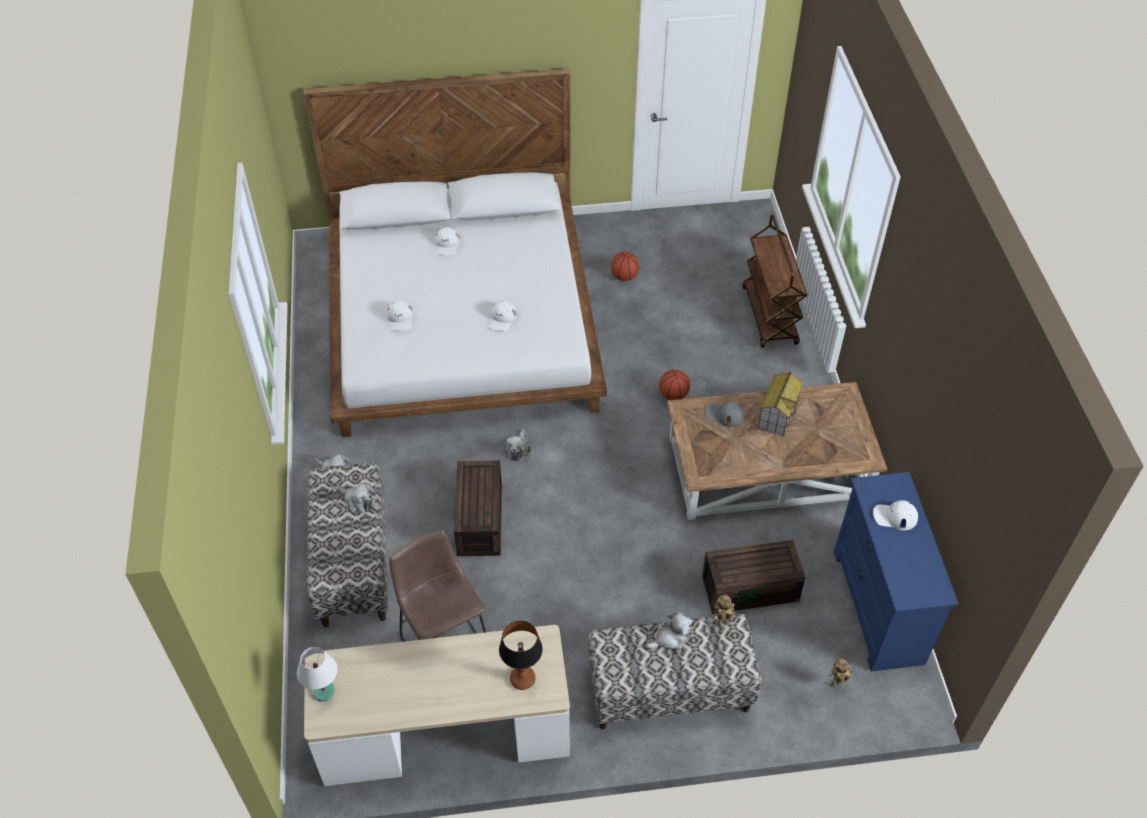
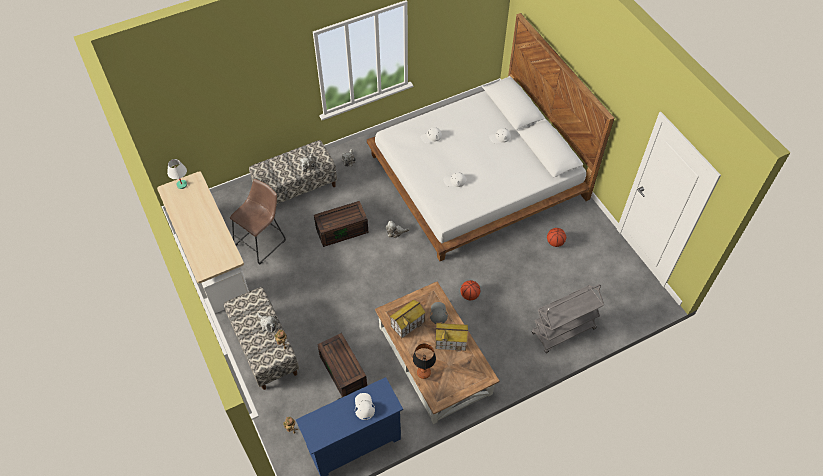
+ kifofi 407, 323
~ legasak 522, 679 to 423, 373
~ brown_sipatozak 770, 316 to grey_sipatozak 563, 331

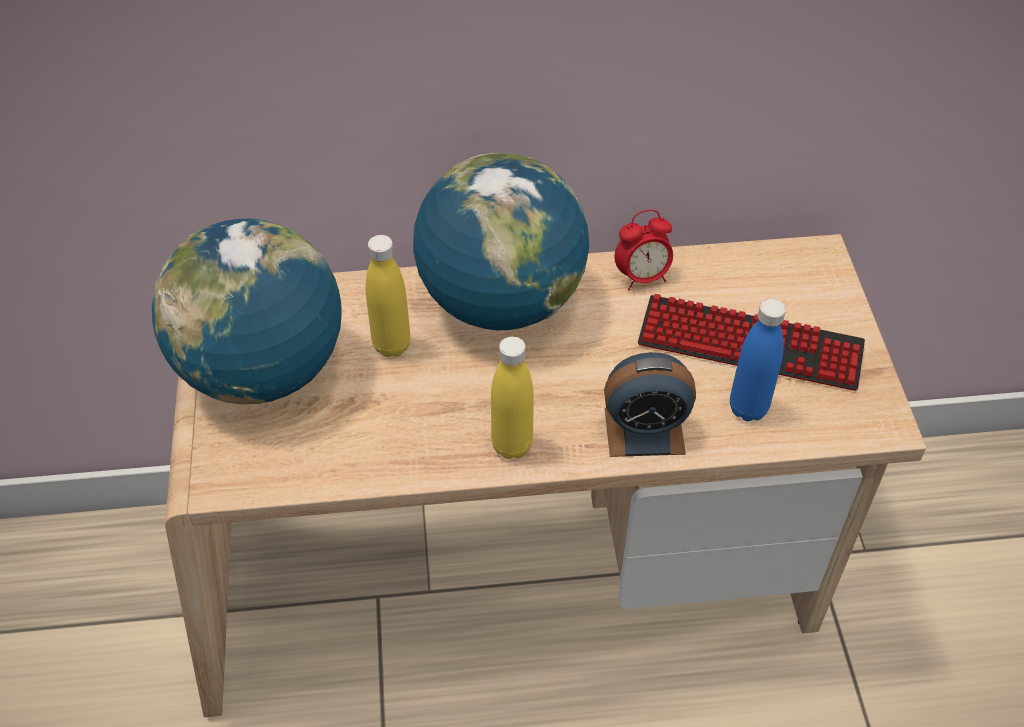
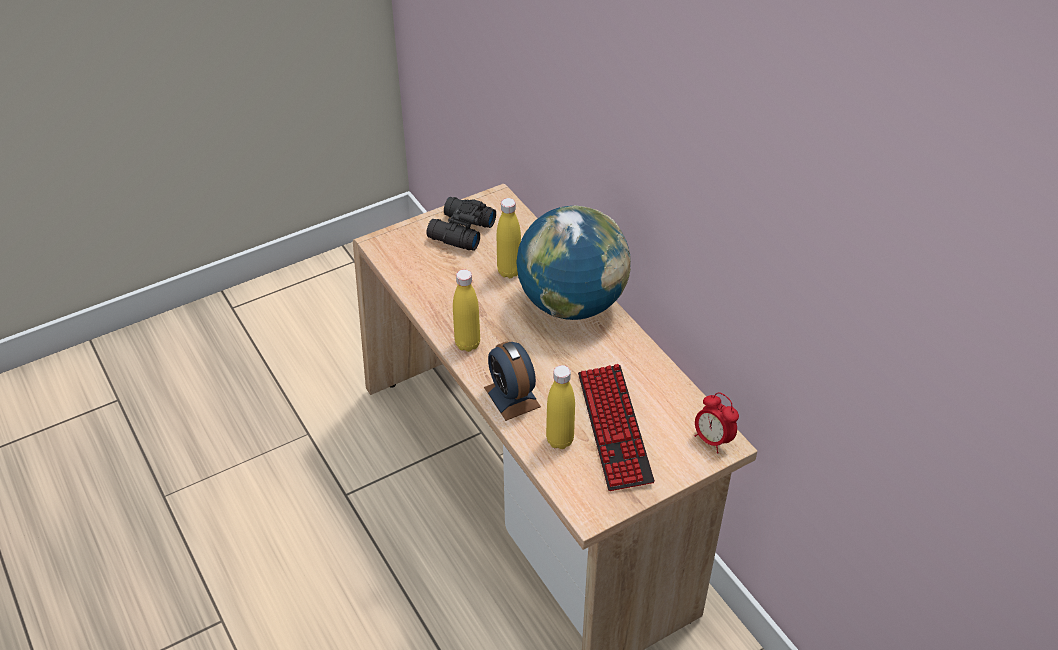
~ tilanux 642, 277 to 712, 440
~ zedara 263, 371 to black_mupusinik 460, 231
~ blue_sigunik 748, 408 to yellow_sigunik 559, 440

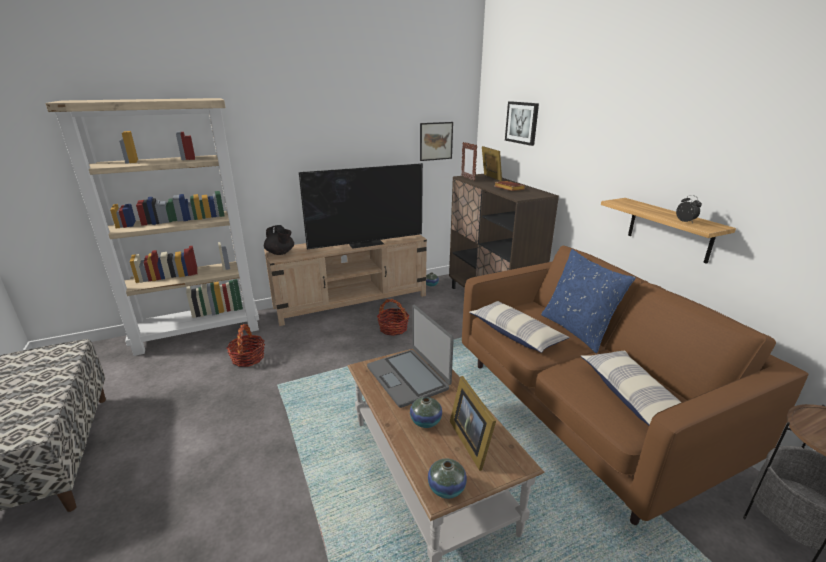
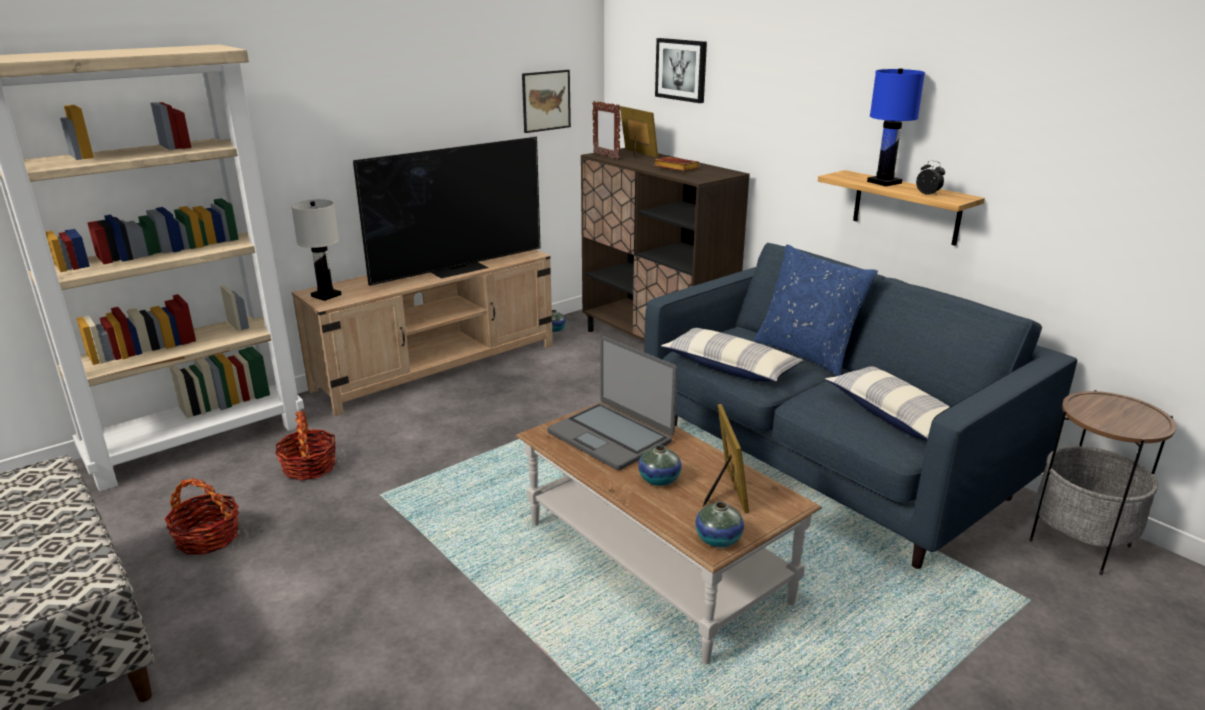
+ blue_legasak 884, 182
~ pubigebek 393, 329 to 207, 538
~ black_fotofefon 280, 253 to white_legasak 326, 295
~ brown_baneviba 583, 410 to blue_baneviba 824, 461
~ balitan 471, 440 = 725, 490 150 degrees counterclockwise

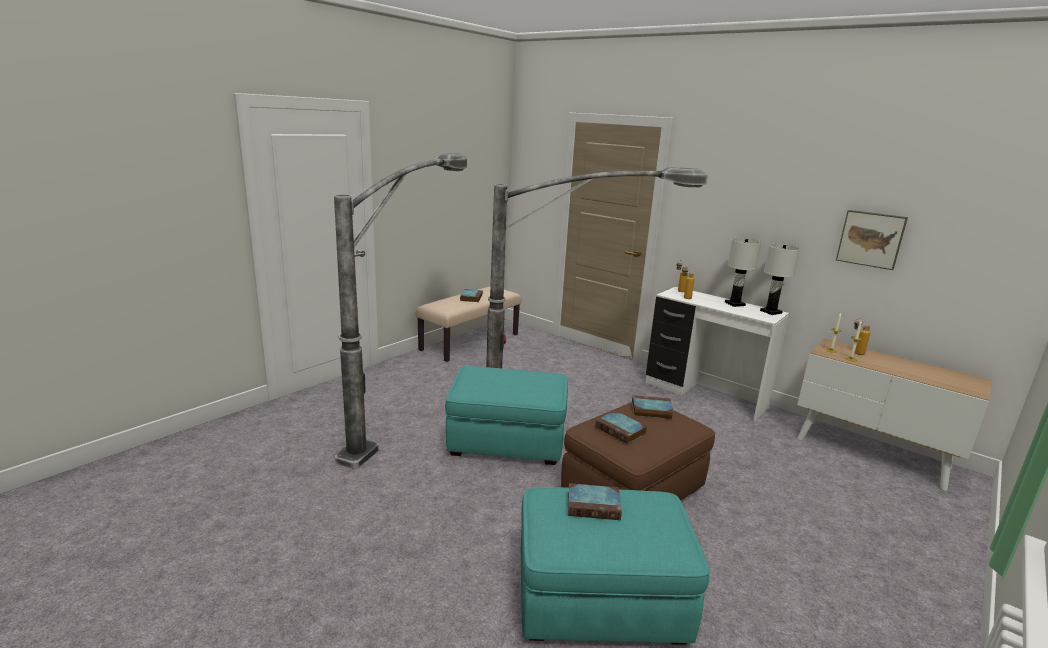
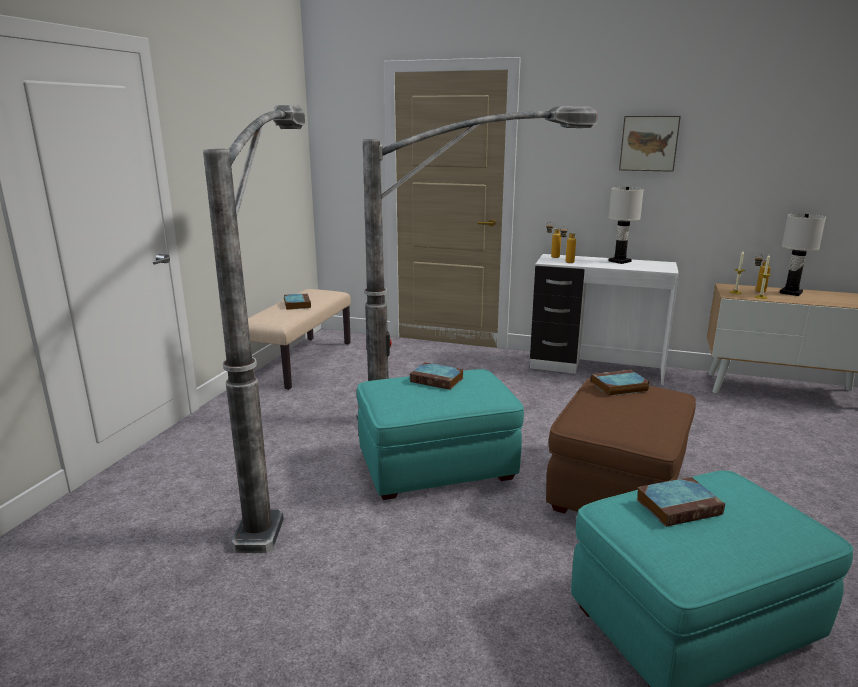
~ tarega 621, 431 to 438, 380
~ white_legasak 771, 312 to 791, 293
~ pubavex 871, 239 to 649, 143

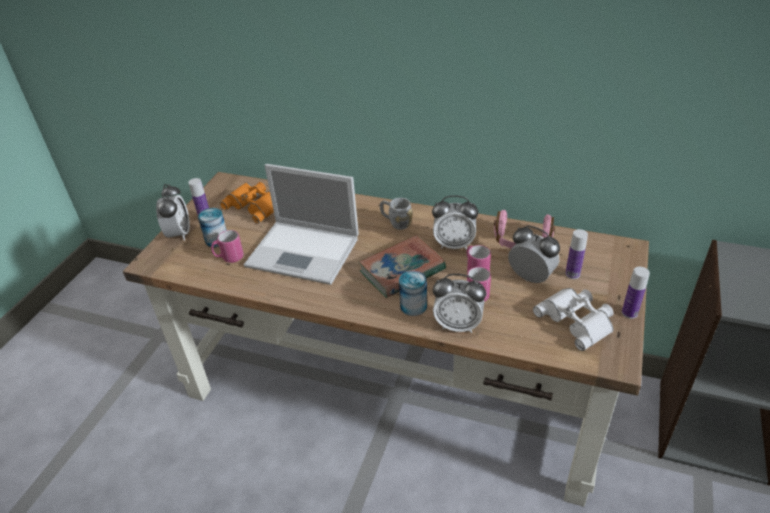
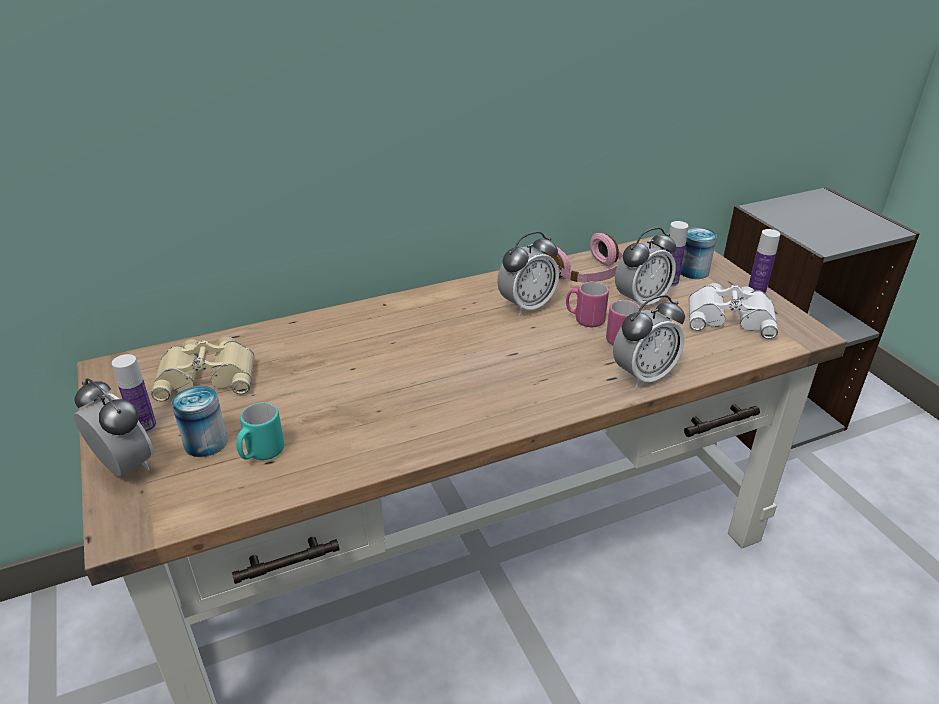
- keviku 305, 252
- tarega 402, 270
- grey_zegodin 396, 222
~ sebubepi 413, 306 to 693, 271
~ pink_zegodin 229, 258 to turquoise_zegodin 261, 454
~ orange_mupusinik 256, 205 to beige_mupusinik 208, 374
~ tilanux 530, 277 = 641, 301 150 degrees clockwise

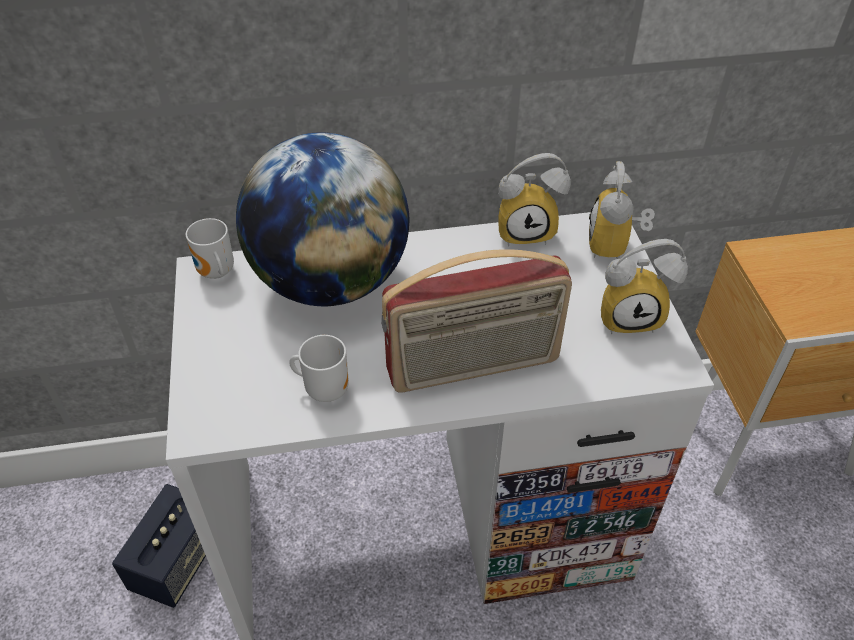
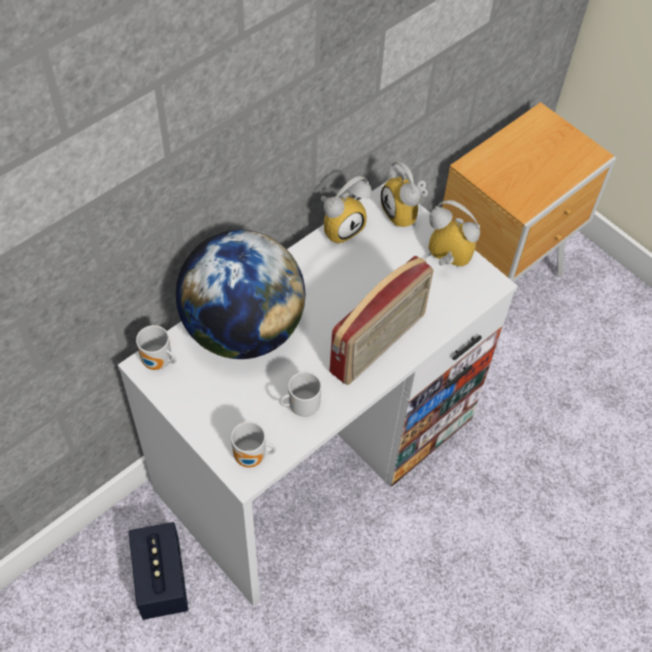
+ zegodin 252, 458
~ tilanux 630, 315 = 445, 261 120 degrees counterclockwise

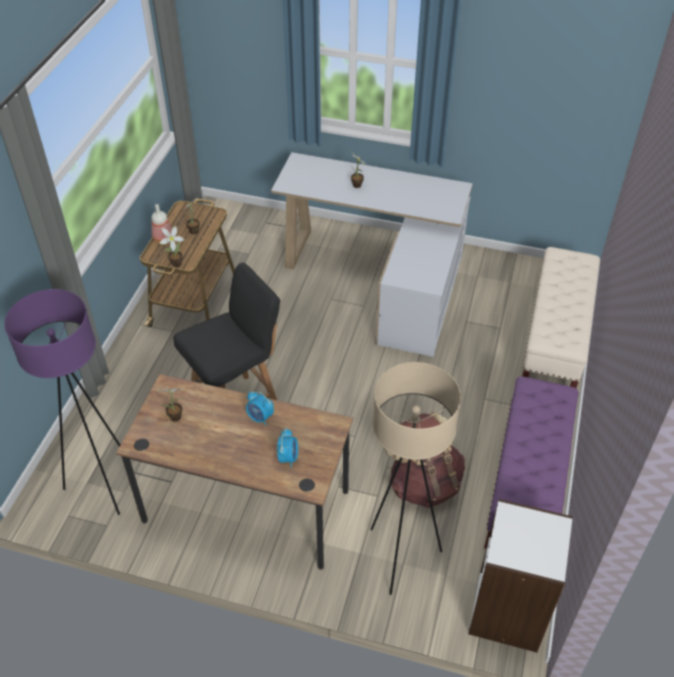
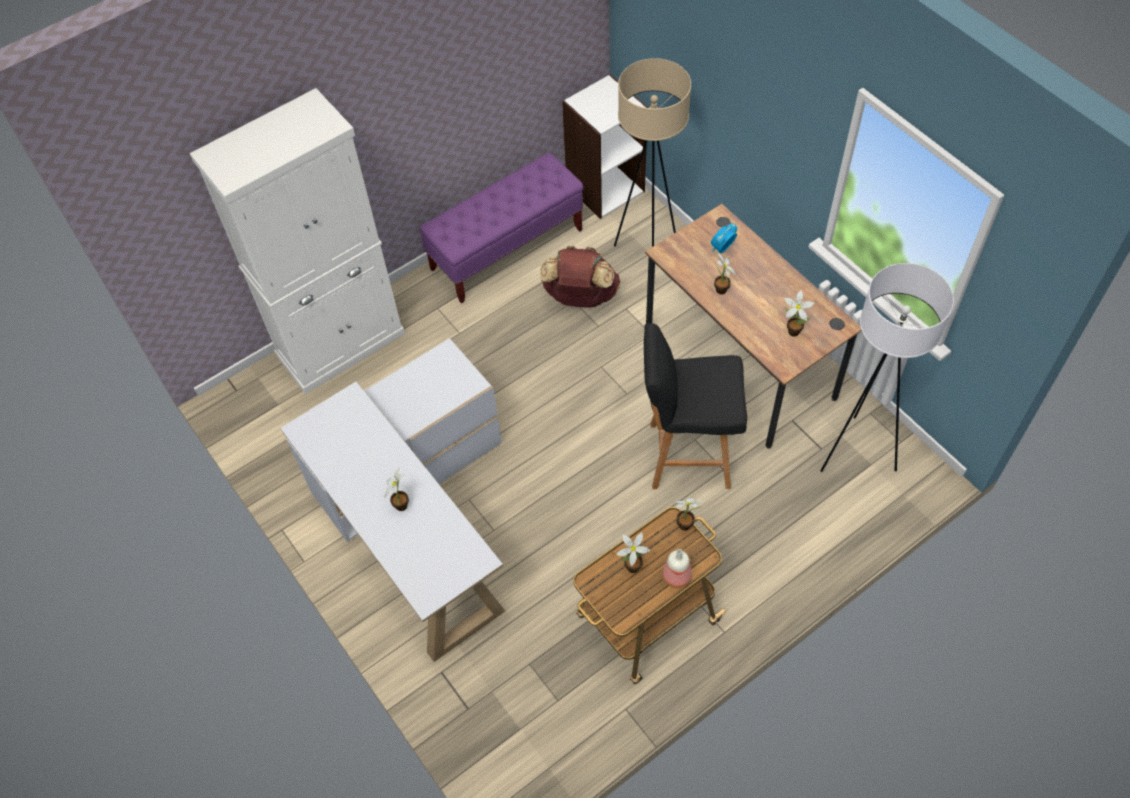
~ tilanux 260, 417 to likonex 721, 292
~ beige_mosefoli 554, 343 to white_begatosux 341, 344
~ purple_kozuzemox 104, 485 to white_kozuzemox 856, 453

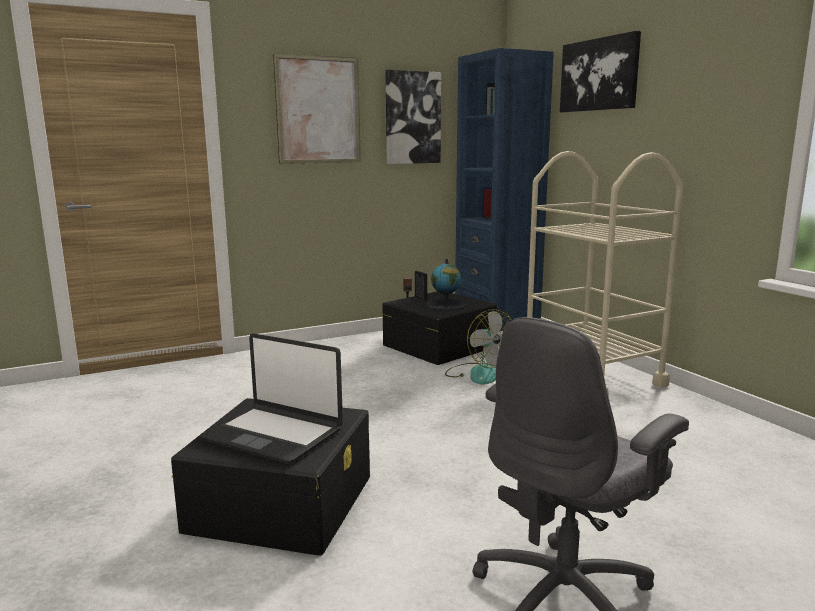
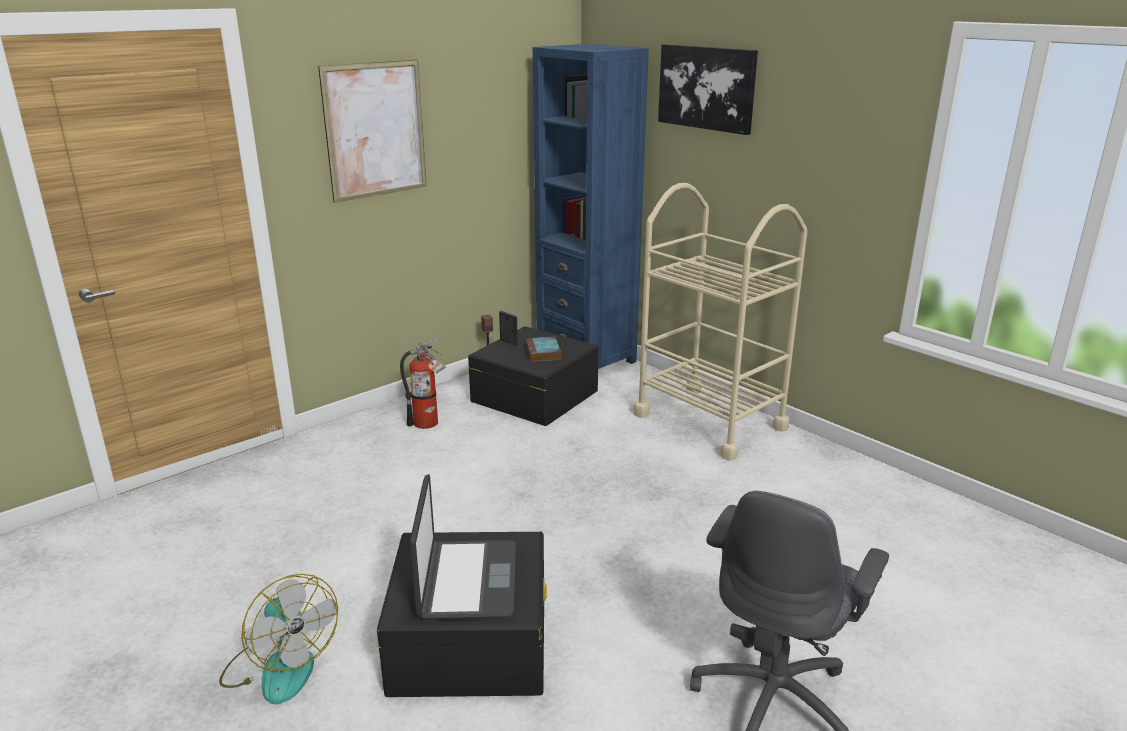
- pubavex 412, 118
+ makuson 429, 423
~ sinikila 478, 373 to 280, 666
~ zedara 446, 305 to tarega 543, 353
~ keviku 273, 434 = 467, 581 105 degrees counterclockwise

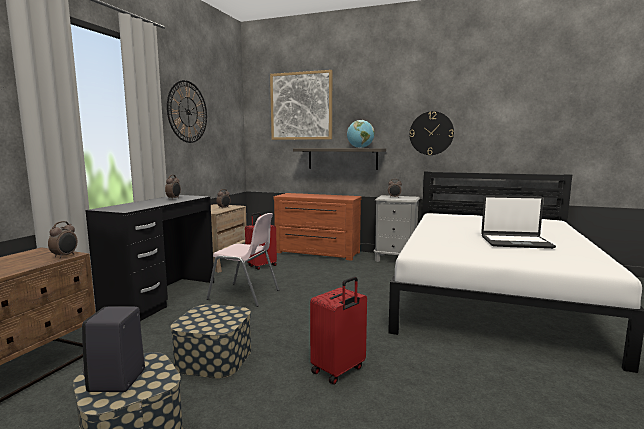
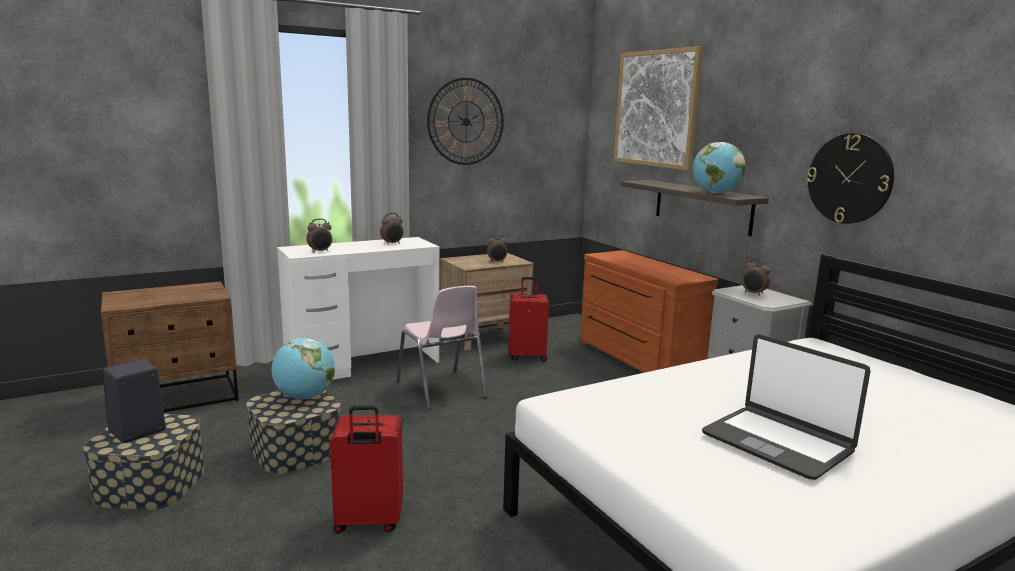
+ zedara 305, 397
~ tilanux 65, 256 to 320, 251
~ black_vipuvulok 161, 298 to white_vipuvulok 363, 364

